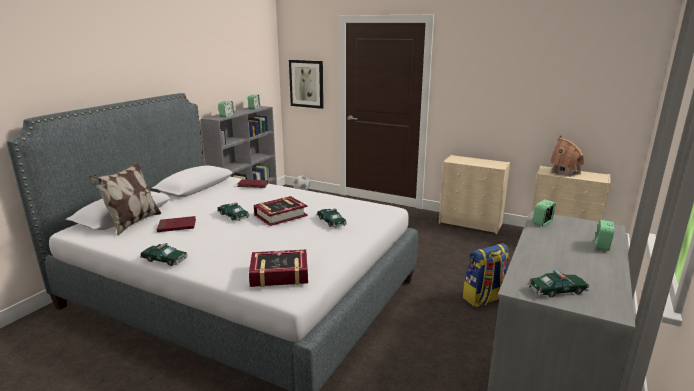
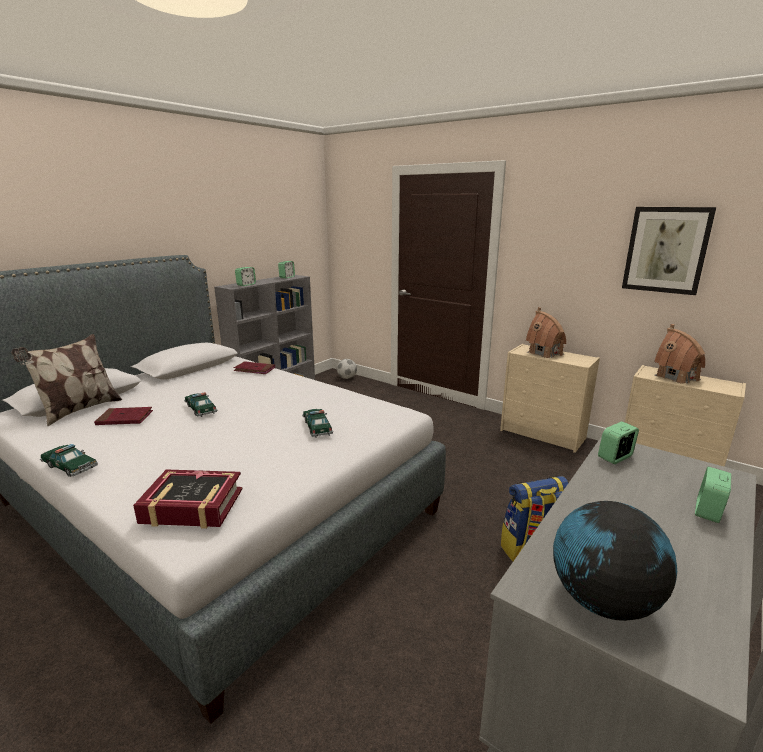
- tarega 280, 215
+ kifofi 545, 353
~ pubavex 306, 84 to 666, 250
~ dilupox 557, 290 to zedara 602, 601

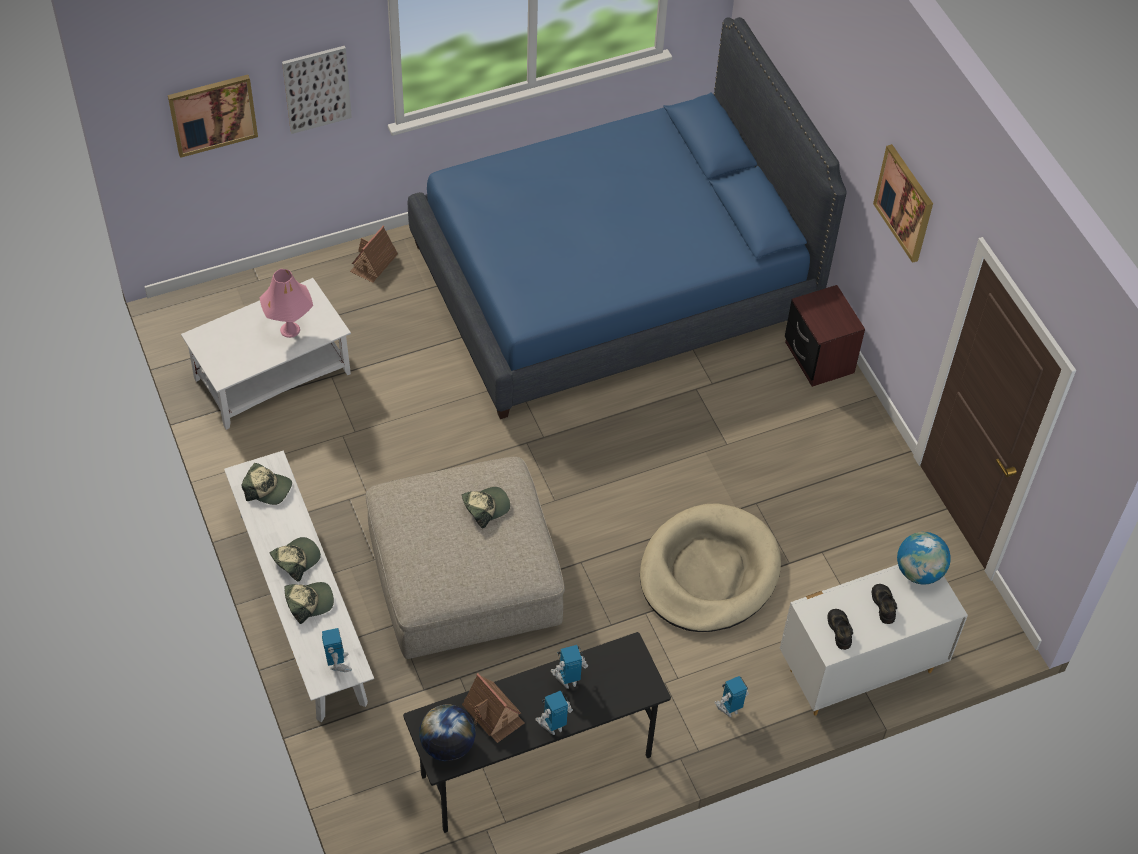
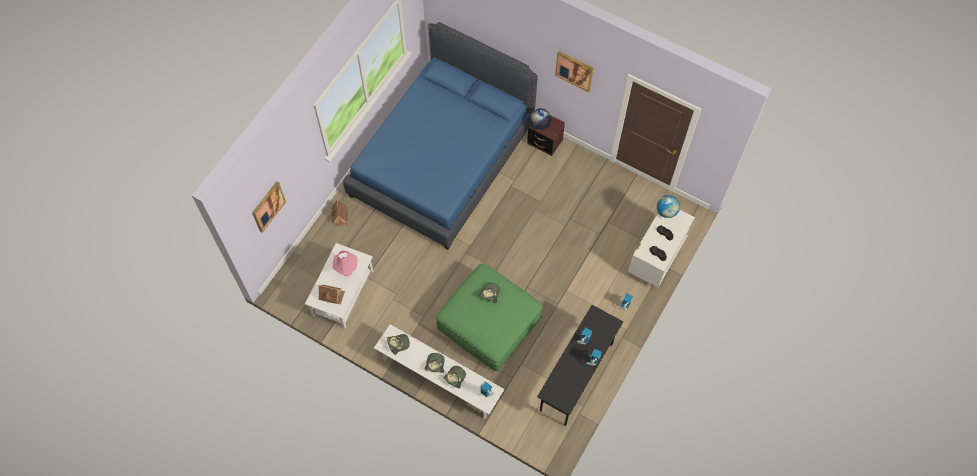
- pubavex 317, 89
- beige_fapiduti 708, 572
~ zedara 447, 745 to 539, 125
~ kifofi 493, 714 to 331, 295
~ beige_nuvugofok 464, 576 to green_nuvugofok 489, 323

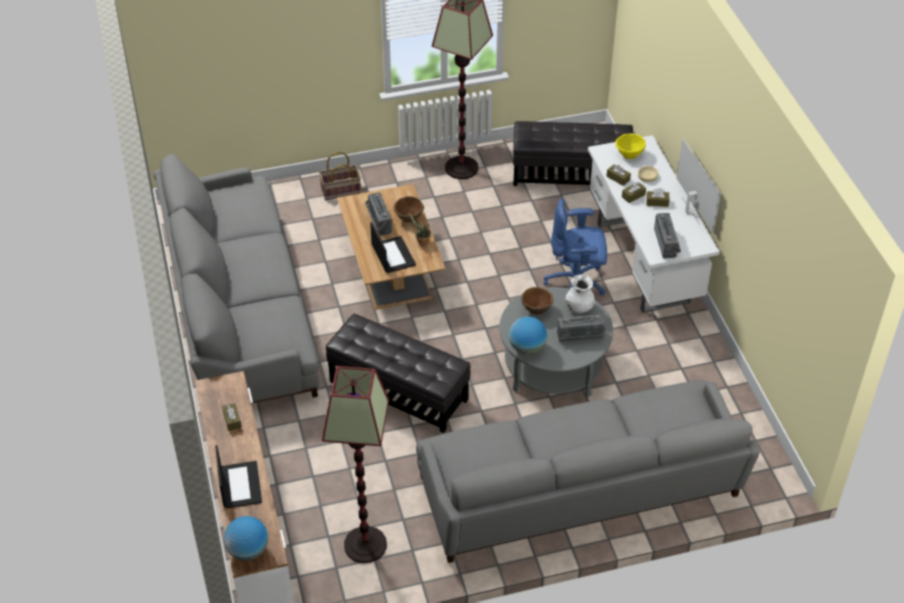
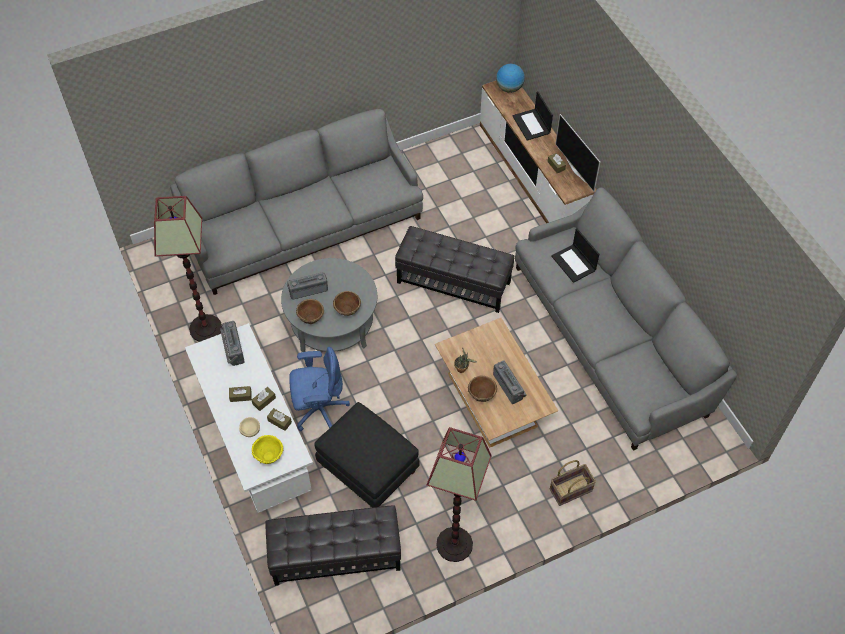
- zedara 527, 348
+ black_nuvugofok 367, 469
~ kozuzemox 365, 545 to 206, 328
~ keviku 392, 255 to 574, 263
~ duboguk 690, 211 to 576, 170
~ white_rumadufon 579, 307 to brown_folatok 311, 318

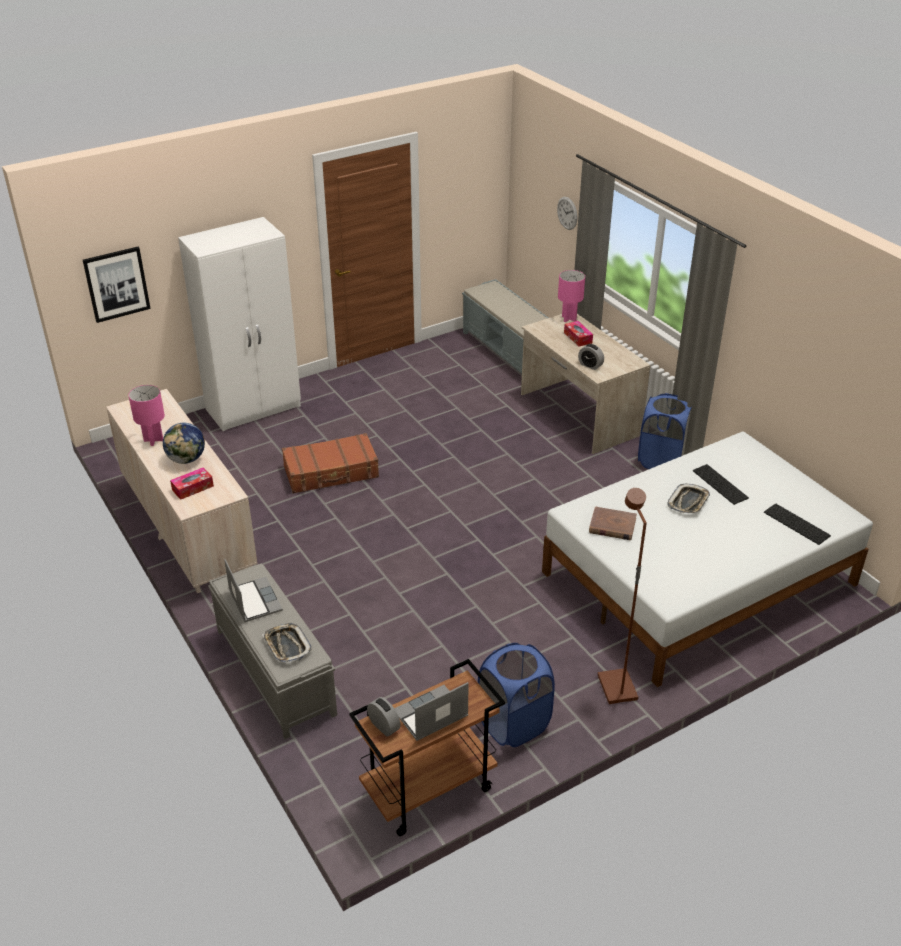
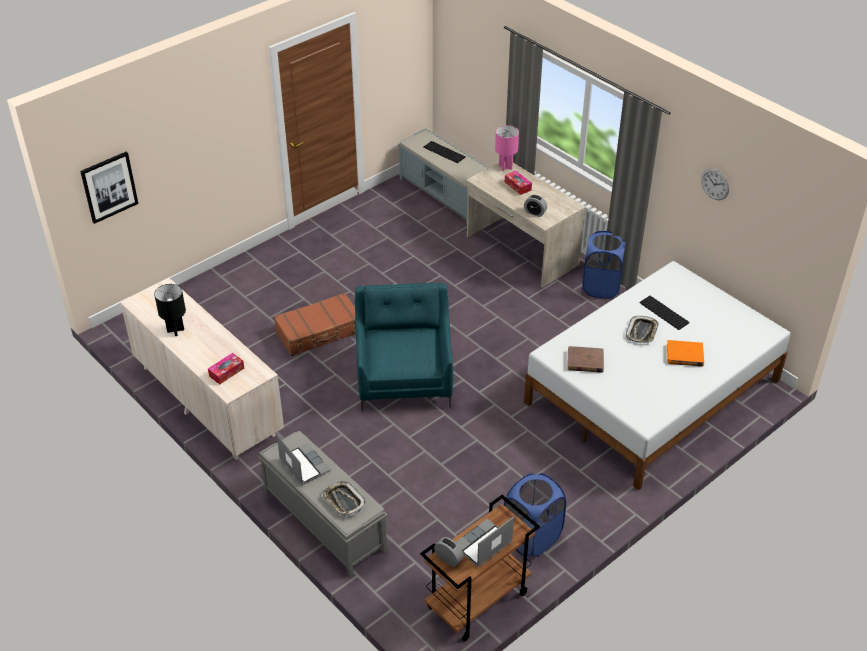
- zedara 187, 459
- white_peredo 254, 408
- brown_kozuzemox 616, 687
+ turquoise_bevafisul 404, 376
+ orange_tarega 684, 355
~ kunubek 567, 213 to 715, 184
~ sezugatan 798, 524 to 445, 152
~ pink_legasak 154, 440 to black_legasak 176, 330

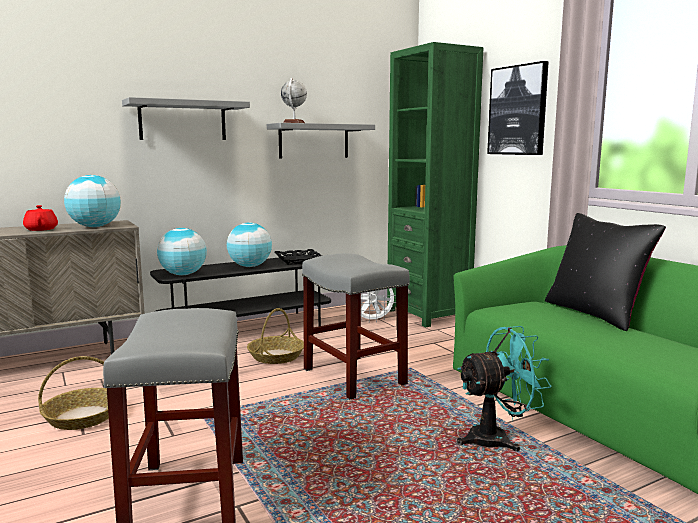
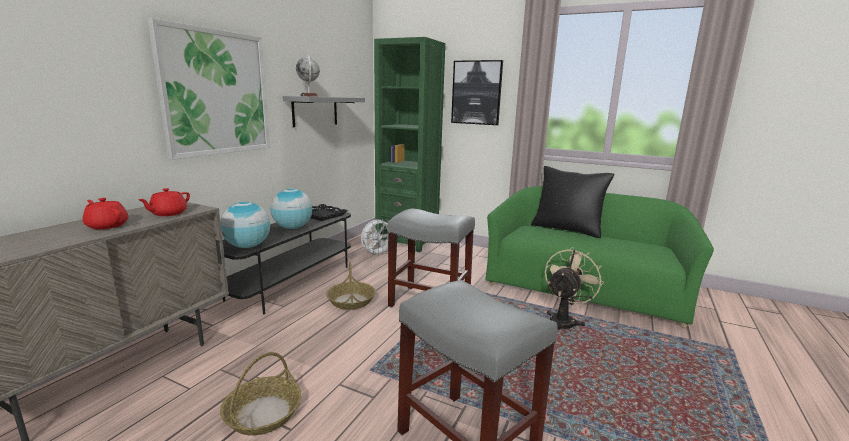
~ zedara 95, 227 to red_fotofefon 168, 213
~ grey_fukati 183, 121 to pubavex 216, 93
~ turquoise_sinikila 497, 439 to beige_sinikila 564, 321

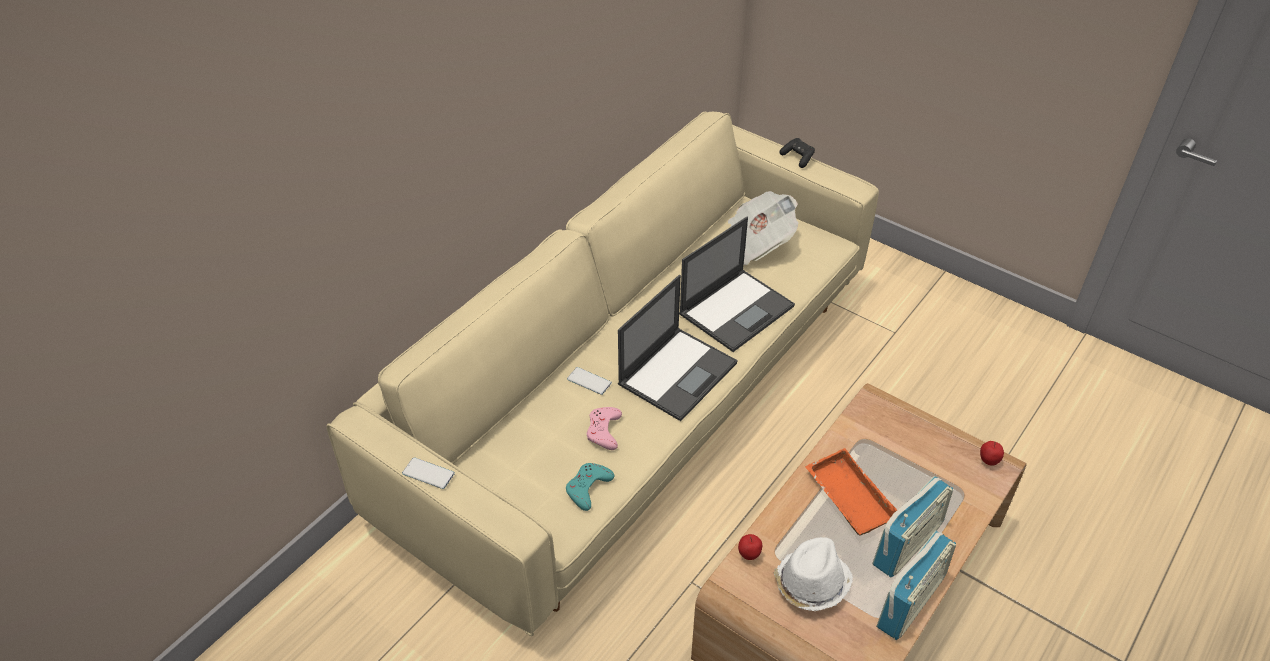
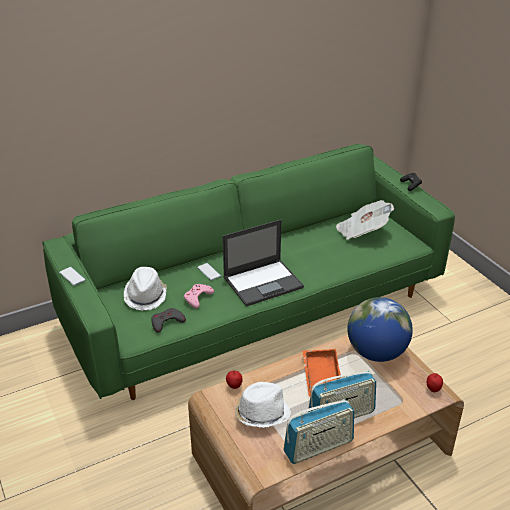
- keviku 737, 309
+ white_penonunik 146, 296
+ zedara 376, 352
~ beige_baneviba 635, 400 to green_baneviba 255, 309
~ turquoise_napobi 588, 488 to grey_napobi 167, 322

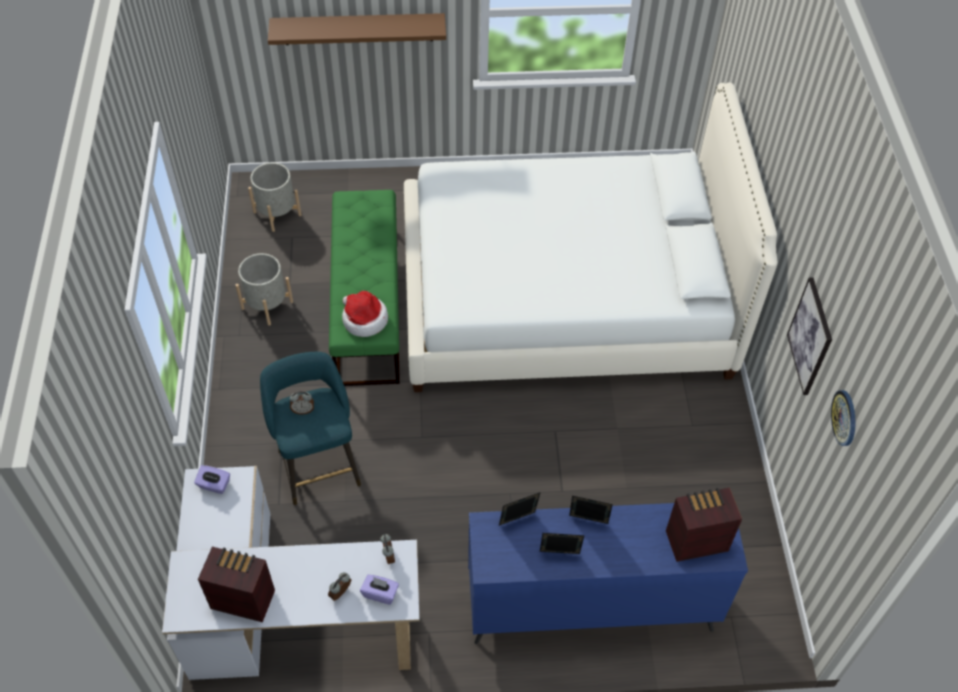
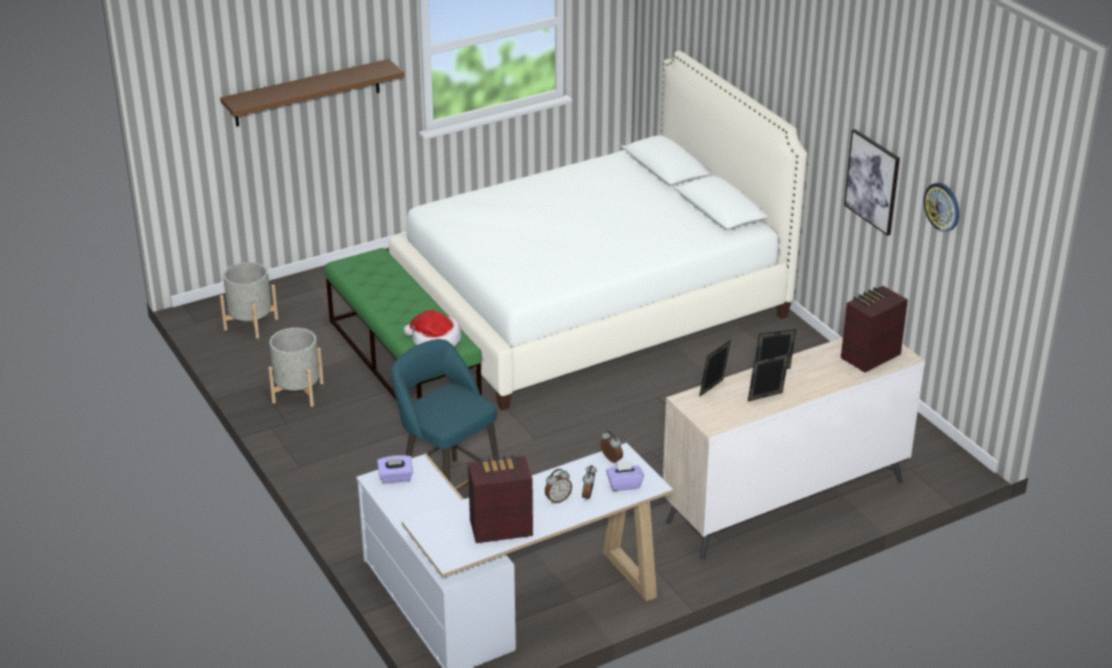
~ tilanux 303, 410 to 557, 499
~ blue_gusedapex 589, 606 to beige_gusedapex 784, 501

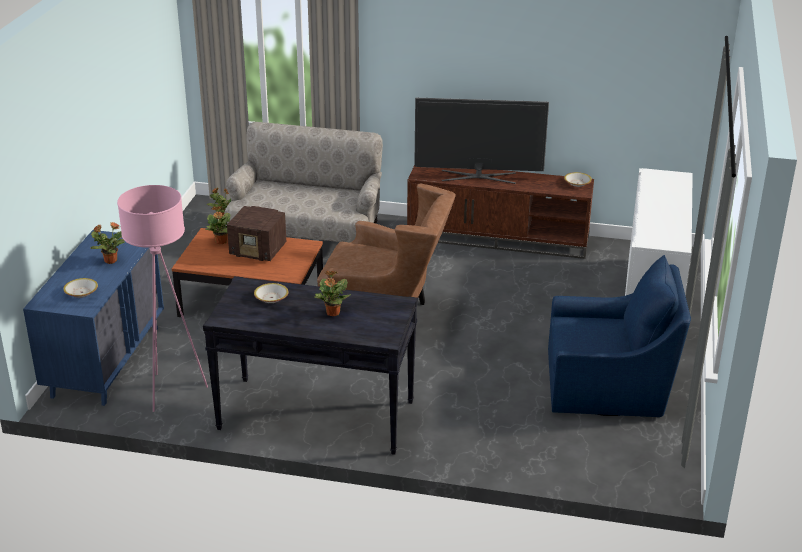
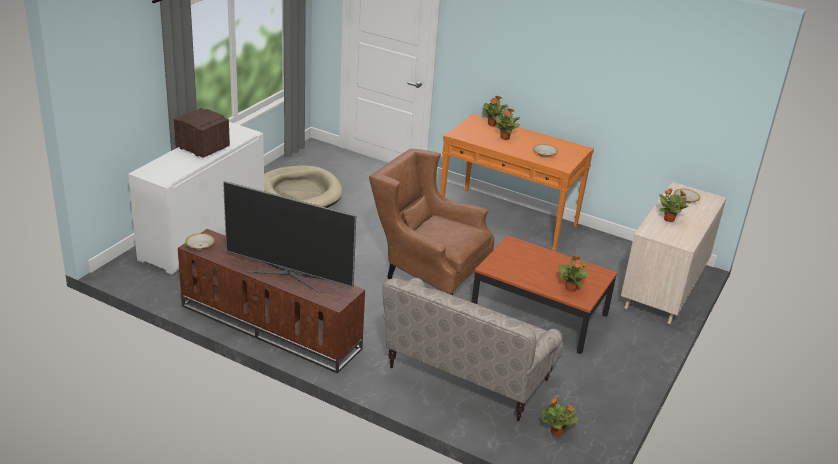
- pink_kozuzemox 171, 391
+ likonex 492, 124
~ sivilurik 259, 251 to 202, 148
~ blue_bevafisul 609, 386 to beige_fapiduti 300, 193
~ blue_gusedapex 106, 361 to beige_gusedapex 663, 289
~ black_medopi 315, 415 to orange_medopi 508, 219

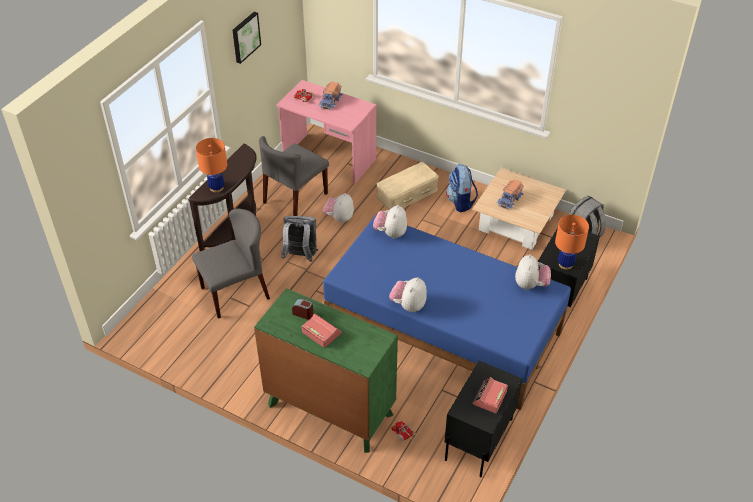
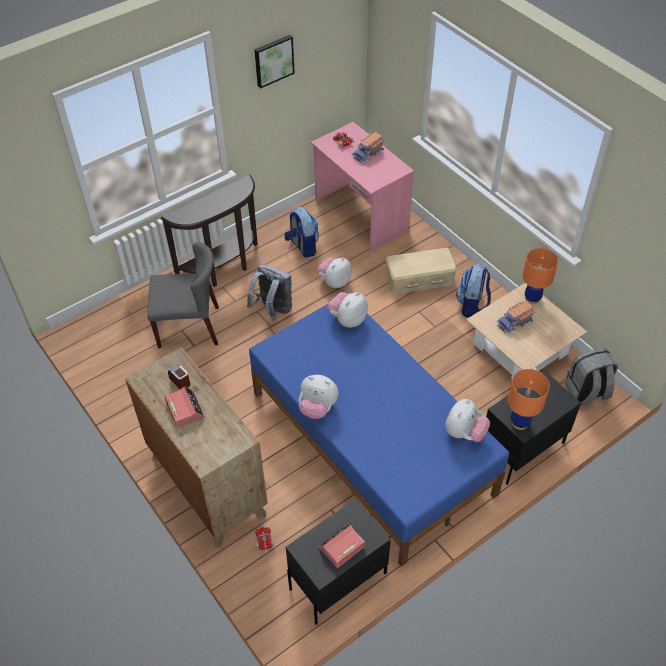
~ orange_legasak 216, 187 to 532, 298
~ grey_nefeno 295, 198 to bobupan 302, 246
~ green_gusedapex 330, 409 to brown_gusedapex 207, 485
~ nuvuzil 408, 305 = 318, 407 120 degrees counterclockwise

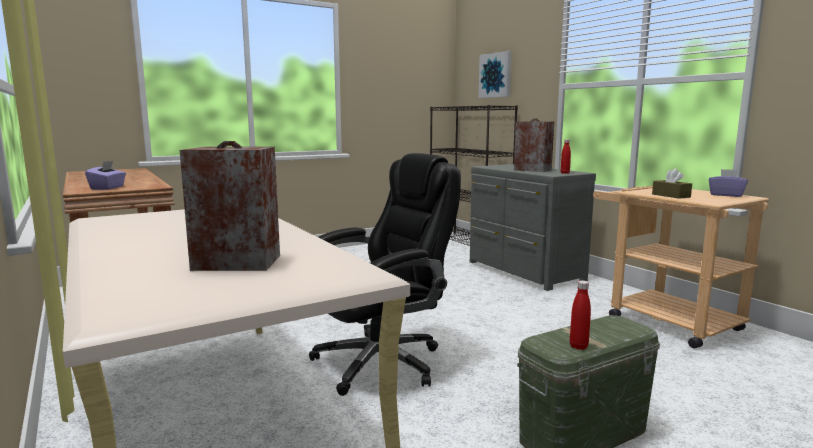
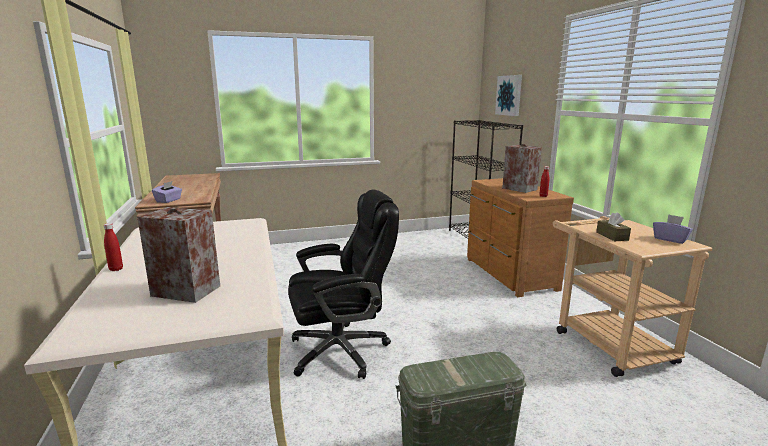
~ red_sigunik 578, 346 to 116, 269
~ grey_gusedapex 523, 272 to brown_gusedapex 508, 274

